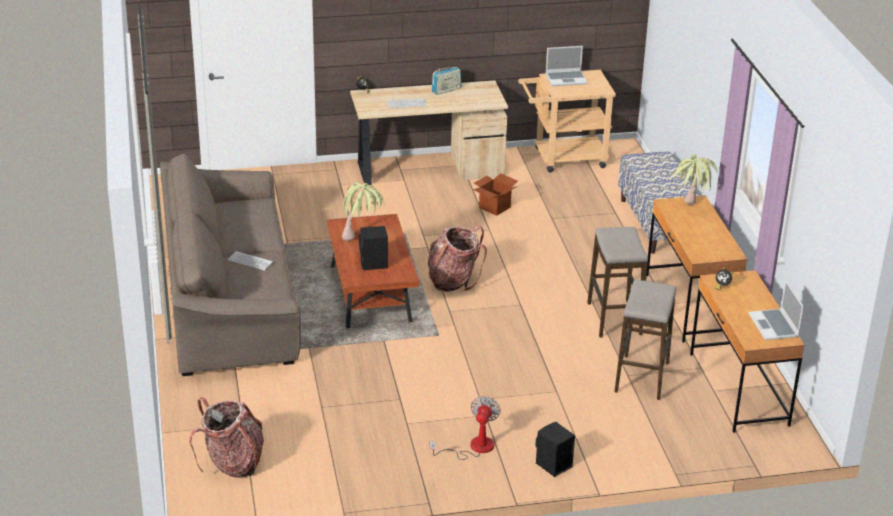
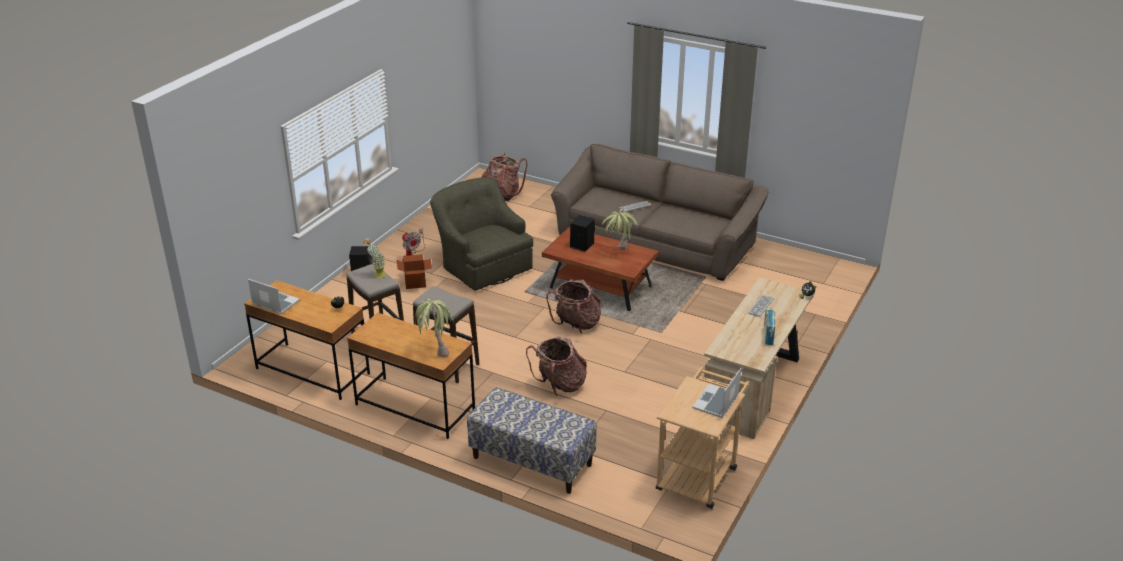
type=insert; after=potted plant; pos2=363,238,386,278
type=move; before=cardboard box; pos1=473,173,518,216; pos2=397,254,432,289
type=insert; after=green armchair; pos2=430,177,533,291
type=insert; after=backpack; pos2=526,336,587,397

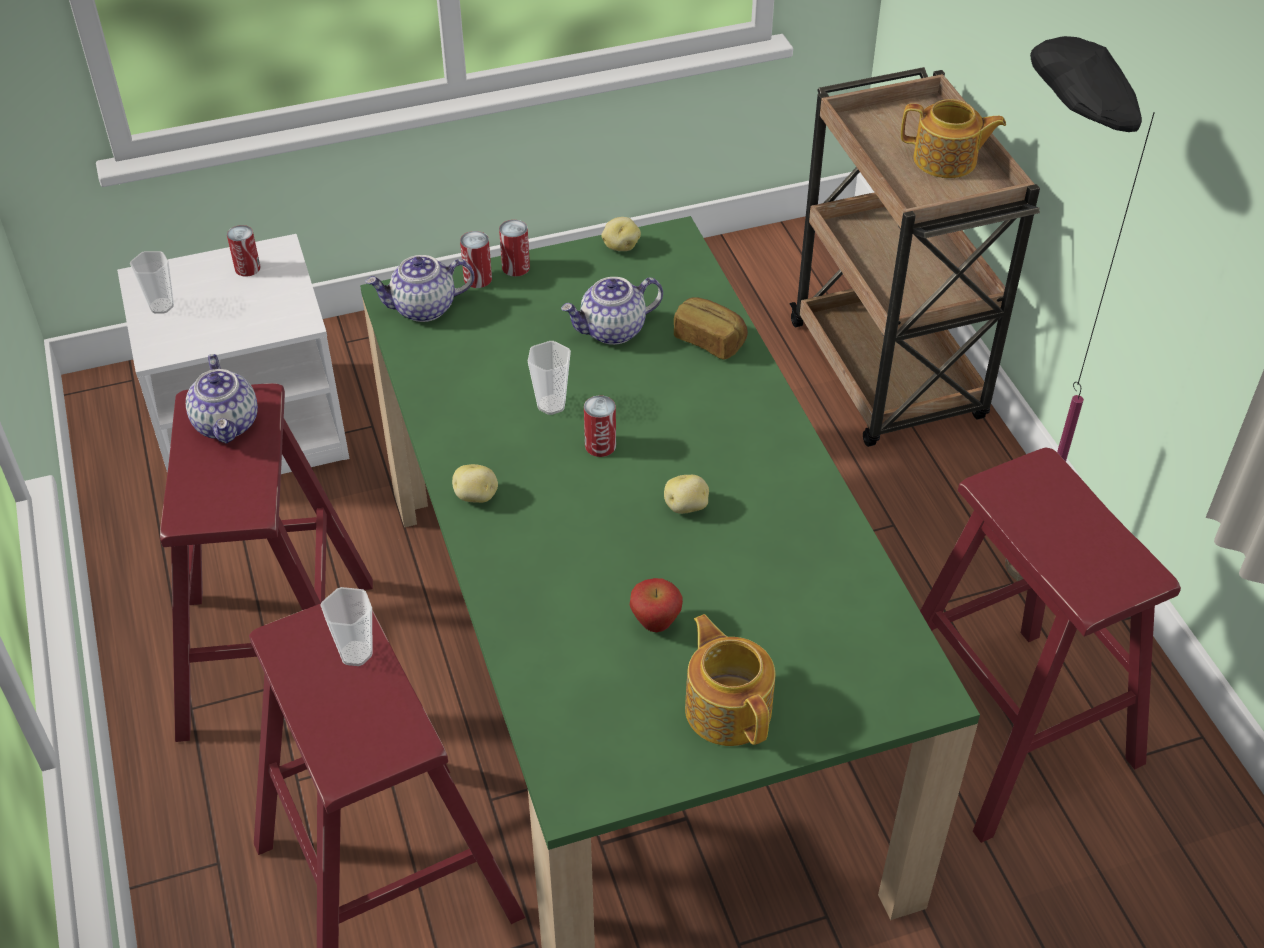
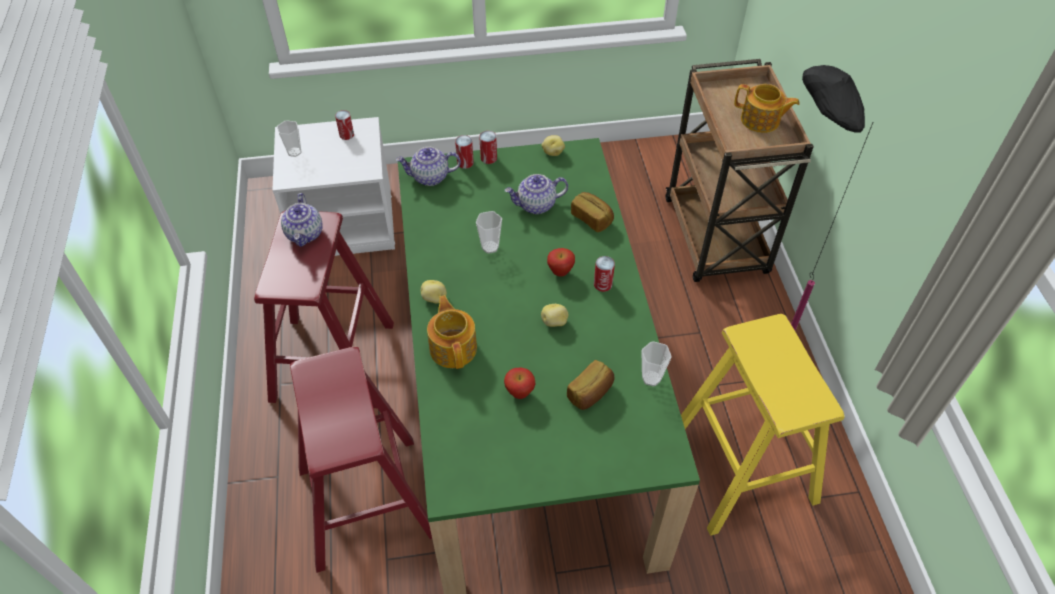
type=move; before=teapot; pos1=685,614,775,746; pos2=427,295,477,369
type=insert; after=apple; pos2=547,248,575,276
type=insert; after=bread; pos2=567,360,614,410
type=move; before=can; pos1=584,395,616,457; pos2=594,256,615,292
type=move; before=cup; pos1=320,587,373,666; pos2=642,341,672,386
type=recolor; before=red stool; after=yellow stool; pos1=920,448,1181,843; pos2=681,314,845,536

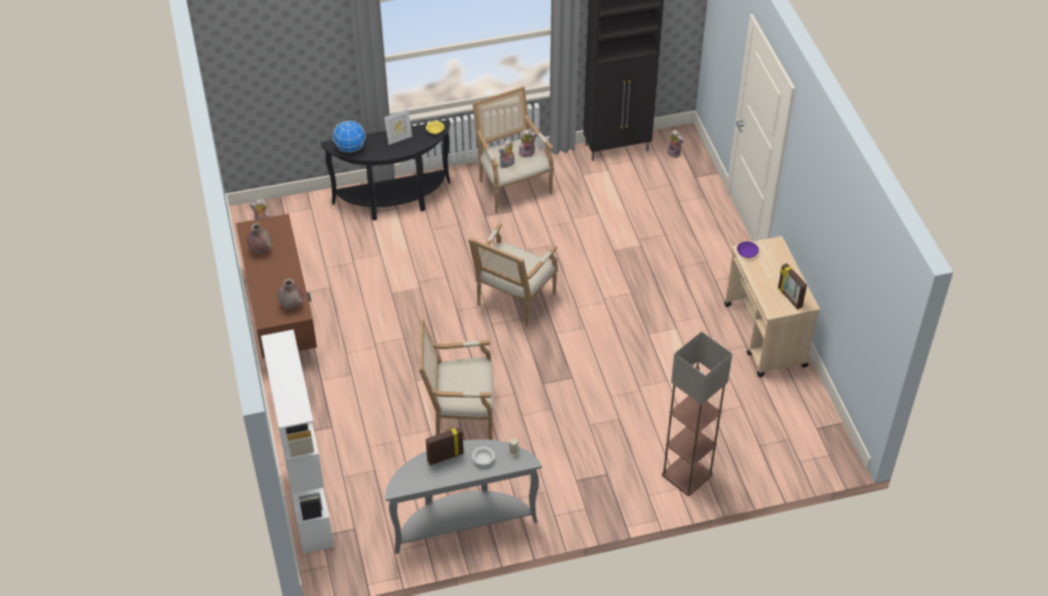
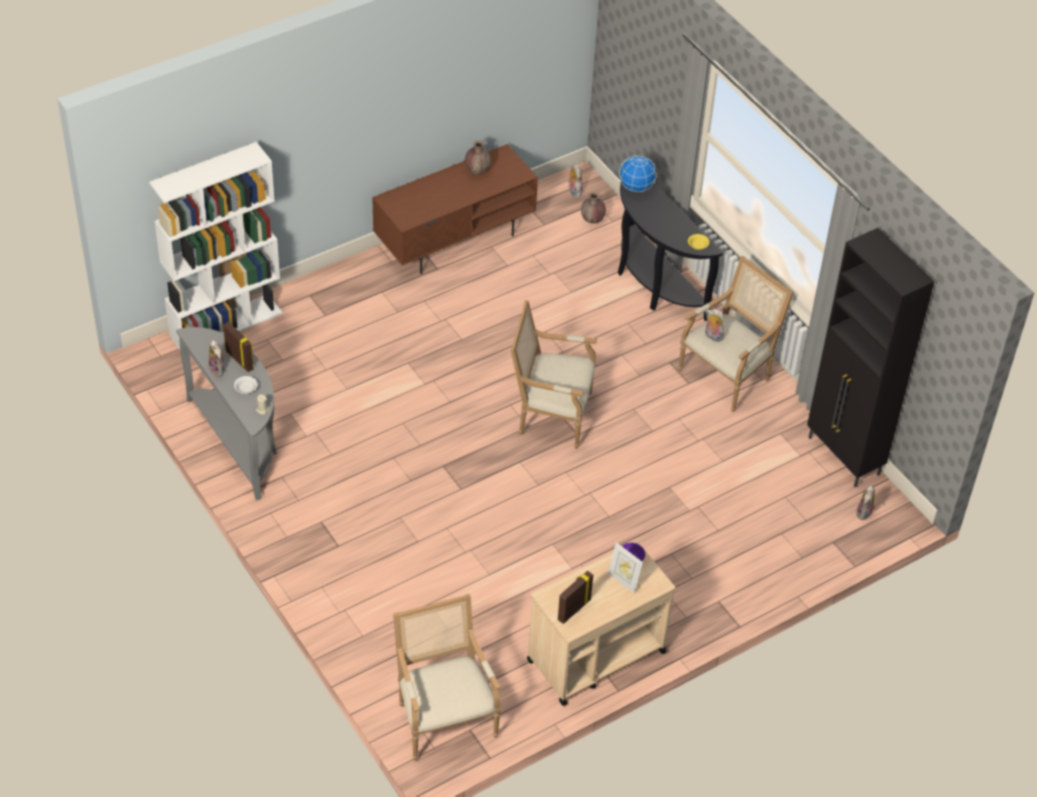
type=move; before=plush toy; pos1=519,130,538,158; pos2=208,340,226,377
type=move; before=armchair; pos1=419,319,493,440; pos2=393,594,501,761
type=move; before=brown vase; pos1=278,278,303,309; pos2=581,192,606,224
type=move; before=picture frame; pos1=384,109,412,145; pos2=608,542,643,593
type=delete; before=floor lamp; pos1=662,331,733,496

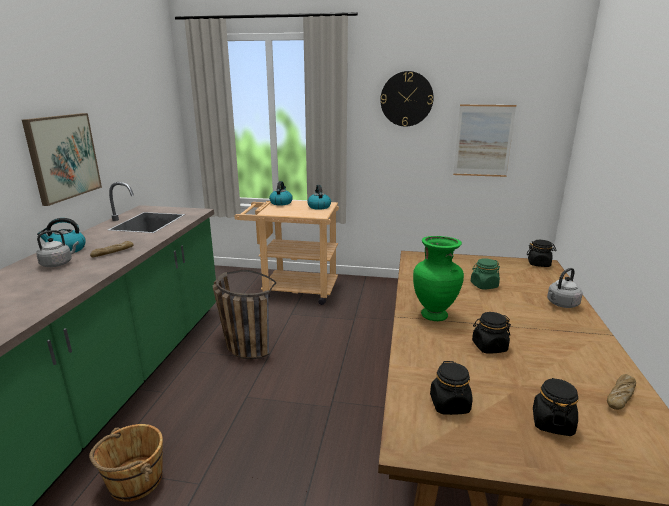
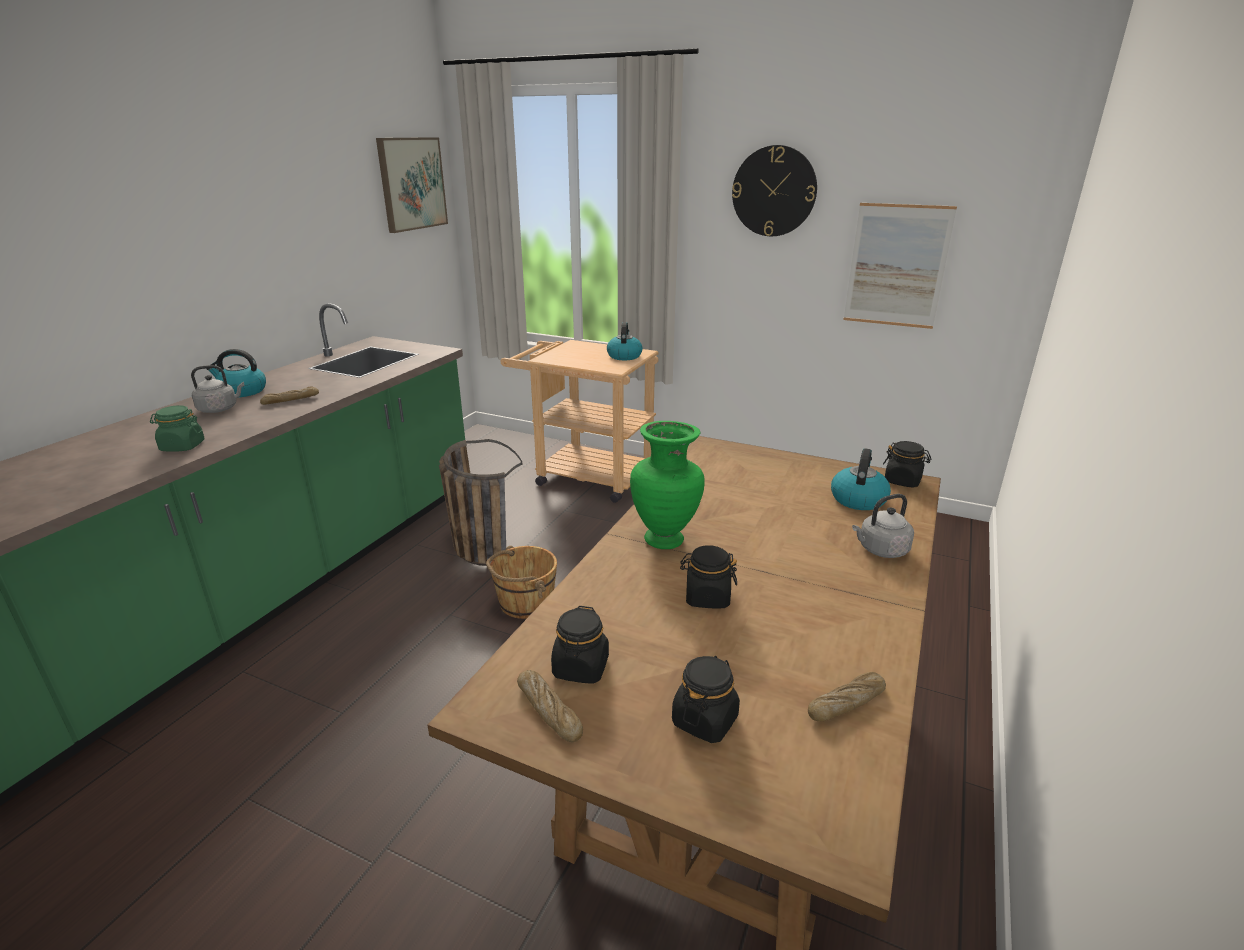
type=move; before=green jar; pos1=470,258,500,290; pos2=150,405,205,452
type=move; before=picture; pos1=22,113,102,206; pos2=376,137,448,233
type=move; before=brown bucket; pos1=89,424,163,502; pos2=486,546,557,619
type=insert; after=bread; pos2=517,670,583,742
type=move; before=kettle; pos1=269,181,293,206; pos2=831,448,891,510

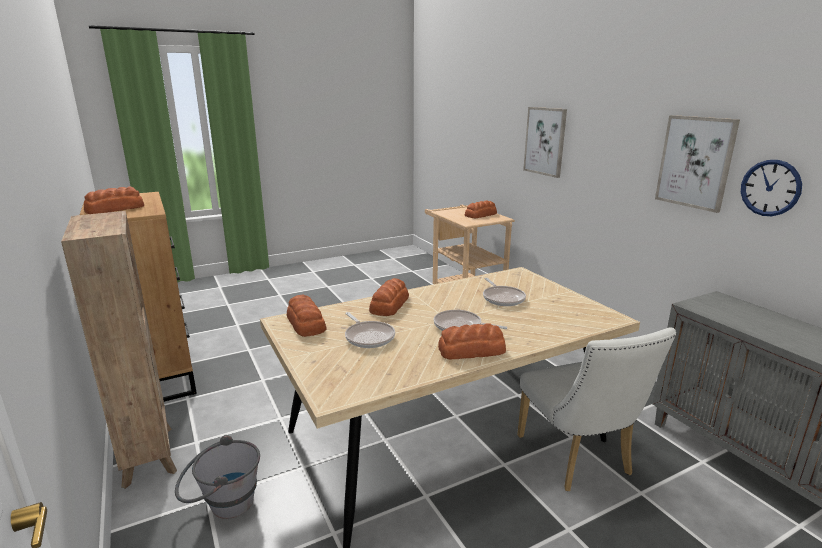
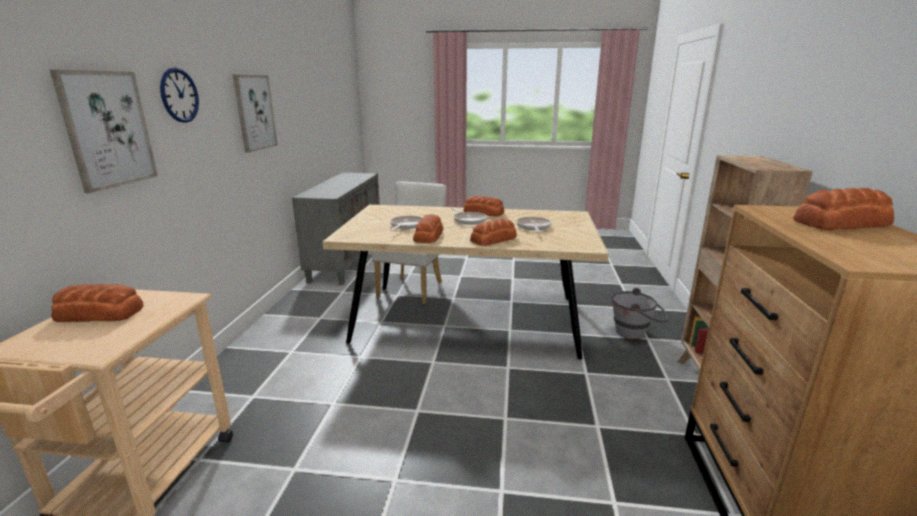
type=move; before=wall clock; pos1=741,160,802,216; pos2=160,67,199,123
type=move; before=bread; pos1=287,295,327,337; pos2=413,214,443,243

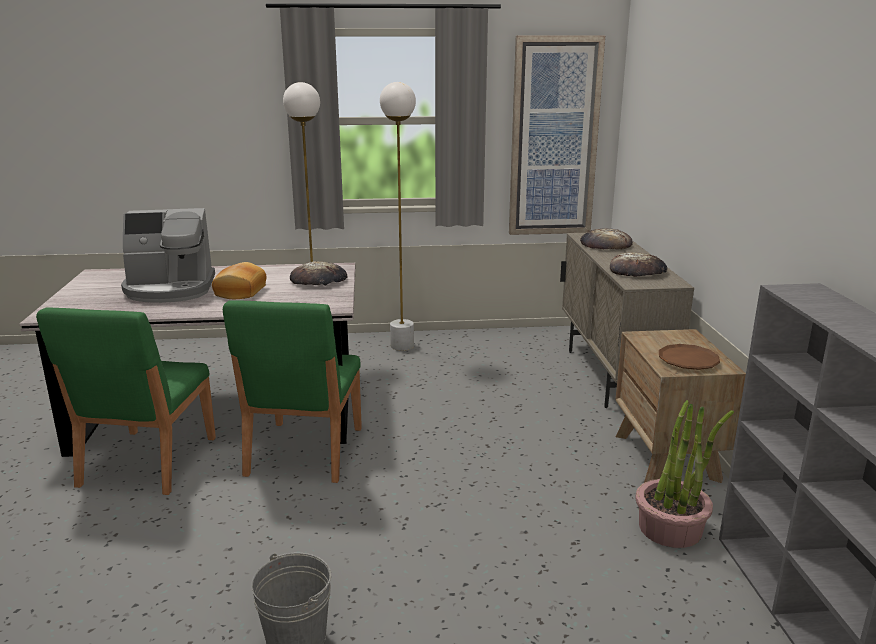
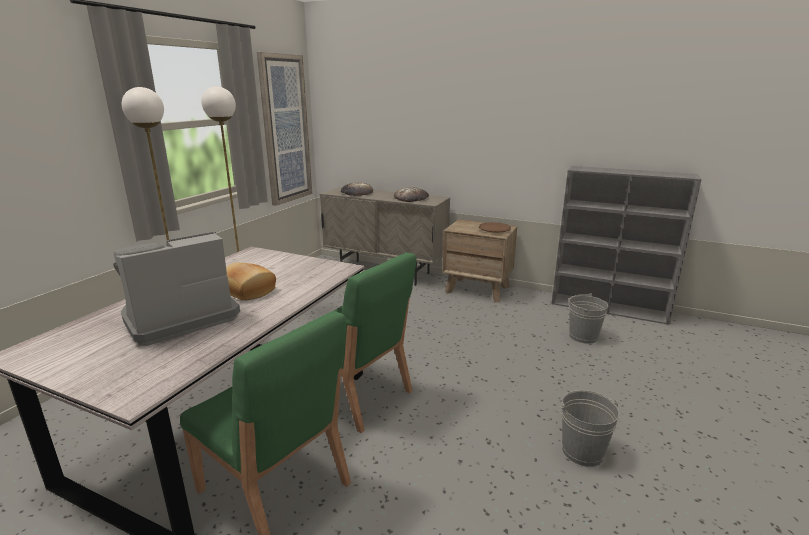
type=rotate; before=coffee machine; pos1=121,208,215,303; pos2=113,232,240,346; turn=-150
type=insert; after=grey bucket; pos2=569,293,608,344
type=delete; before=bread; pos1=290,261,347,286
type=delete; before=potted plant; pos1=635,400,734,548

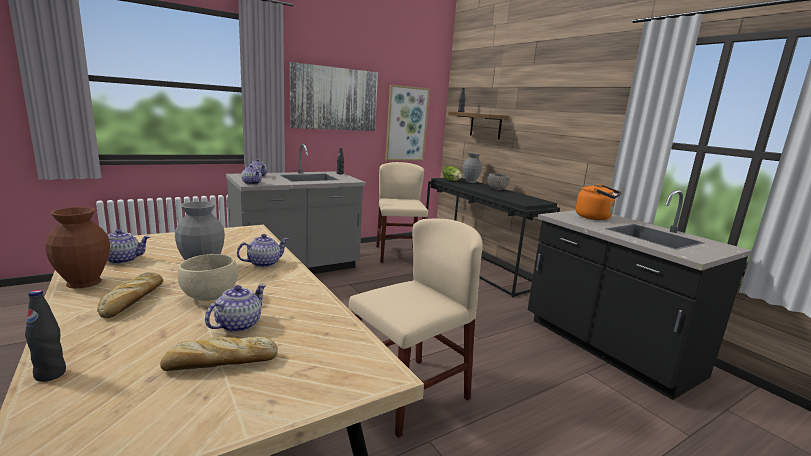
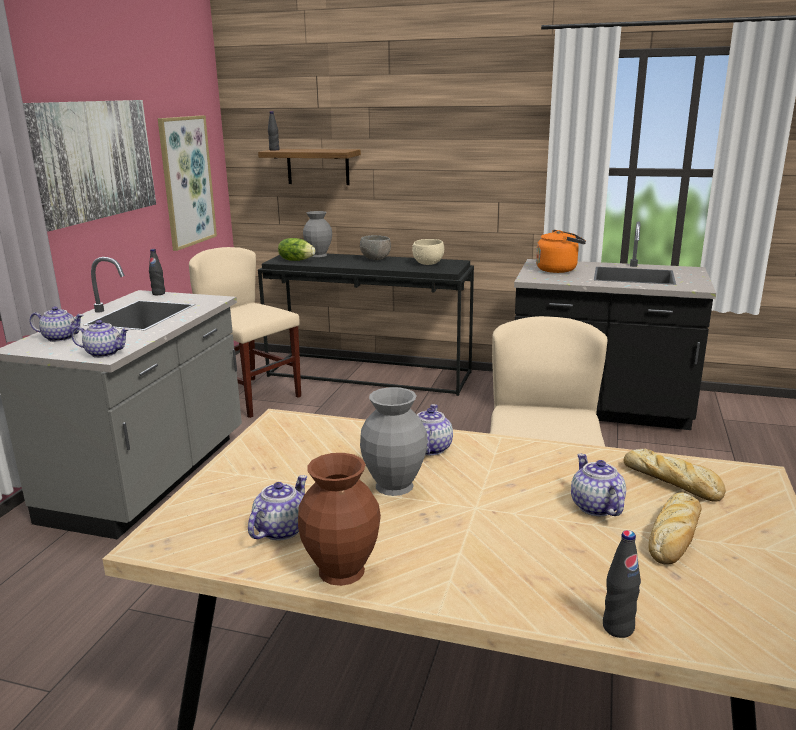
type=move; before=beige bowl; pos1=178,254,238,301; pos2=412,239,444,265
type=move; before=bread; pos1=97,272,163,318; pos2=624,448,726,502

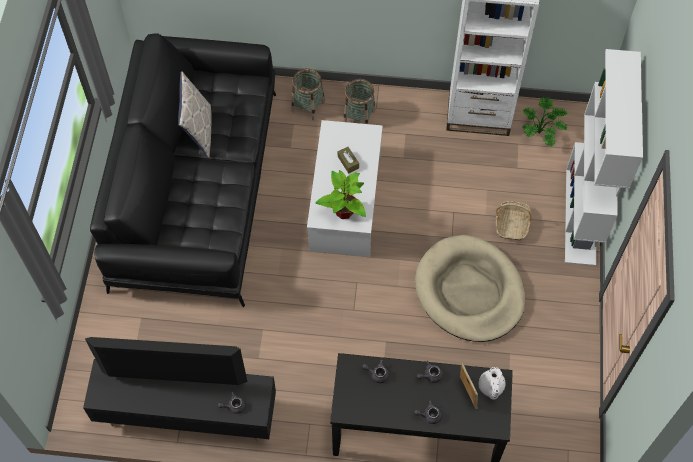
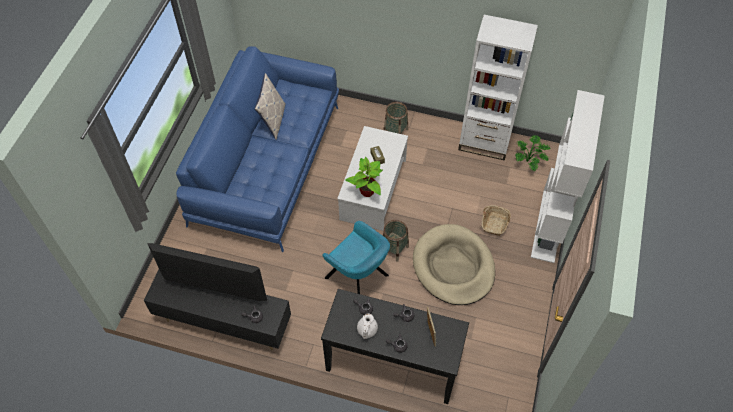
type=recolor; before=black sofa; after=blue sofa; pos1=90,34,276,307; pos2=176,46,339,252
type=insert; after=turquoise armchair; pos2=322,221,390,294
type=move; before=white teapot; pos1=479,367,505,400; pos2=357,313,378,339
type=move; before=basket; pos1=292,68,325,120; pos2=383,220,409,262

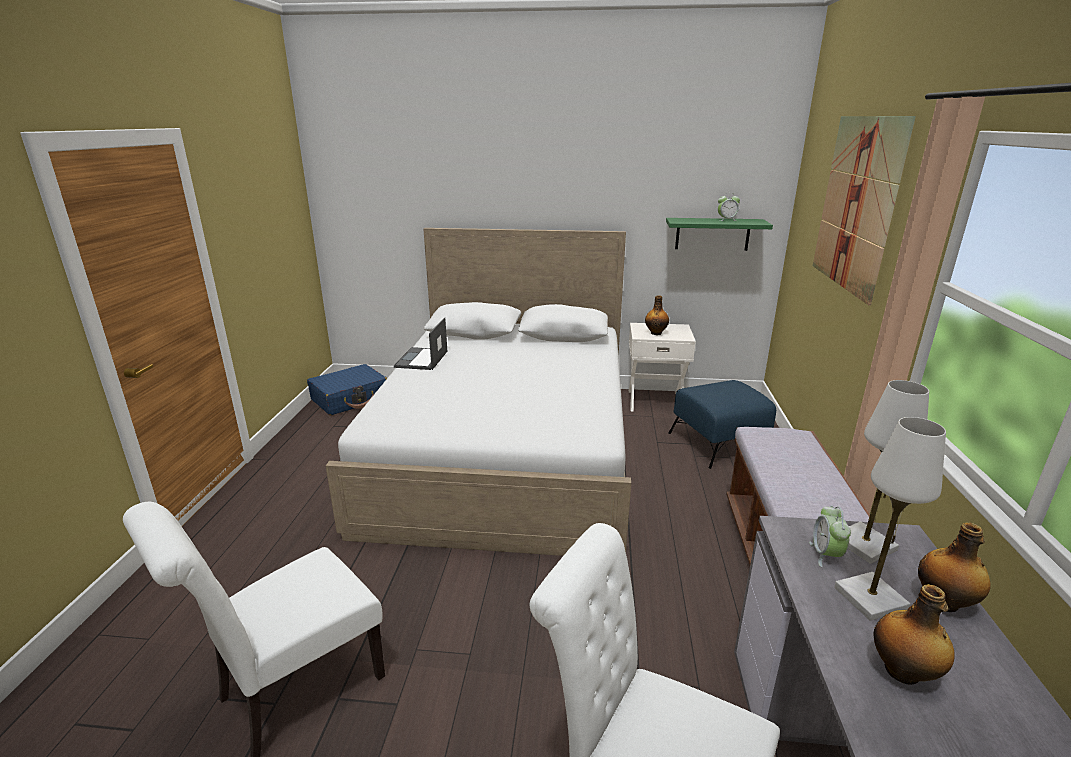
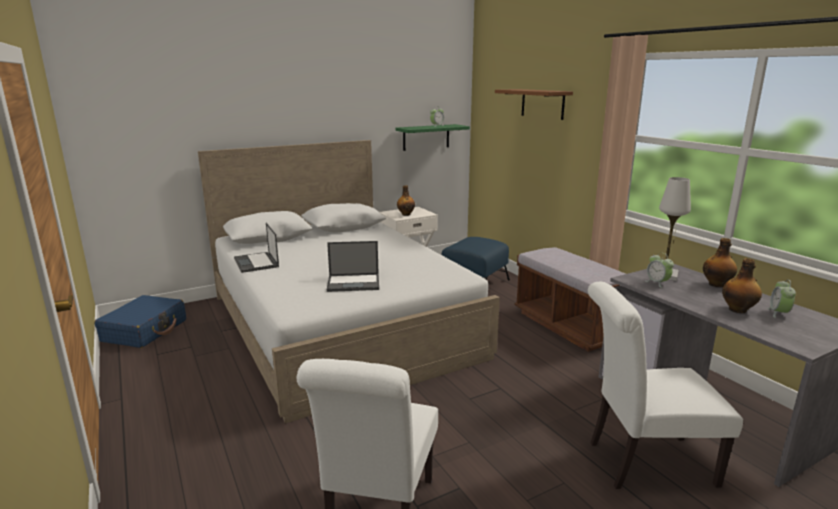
type=insert; after=laptop; pos2=327,241,379,292
type=replace; before=picture; after=brown shelf; pos1=813,116,916,305; pos2=495,89,573,120
type=insert; after=alarm clock; pos2=767,279,796,318
type=delete; before=white table lamp; pos1=834,417,946,621

